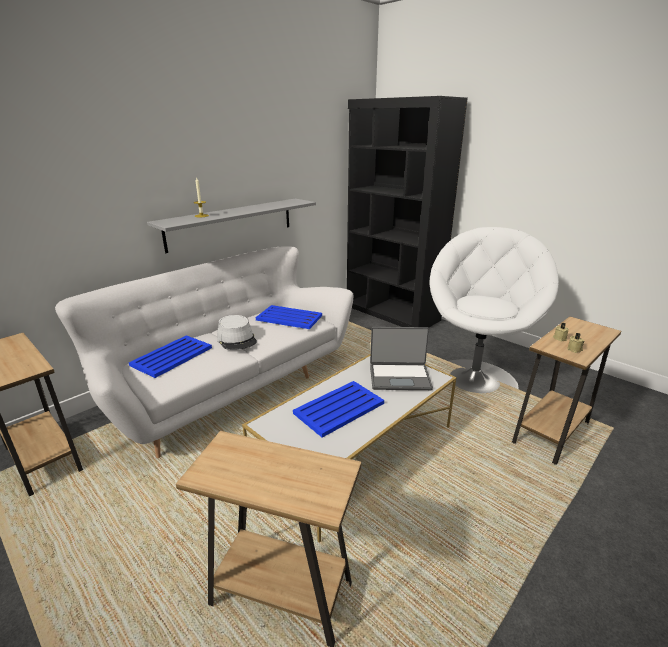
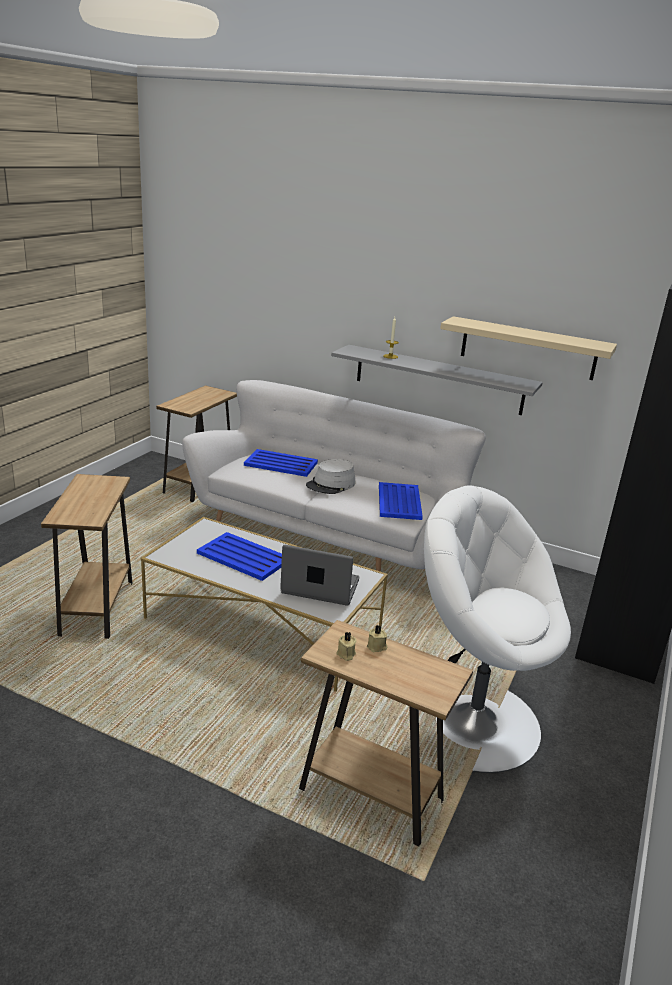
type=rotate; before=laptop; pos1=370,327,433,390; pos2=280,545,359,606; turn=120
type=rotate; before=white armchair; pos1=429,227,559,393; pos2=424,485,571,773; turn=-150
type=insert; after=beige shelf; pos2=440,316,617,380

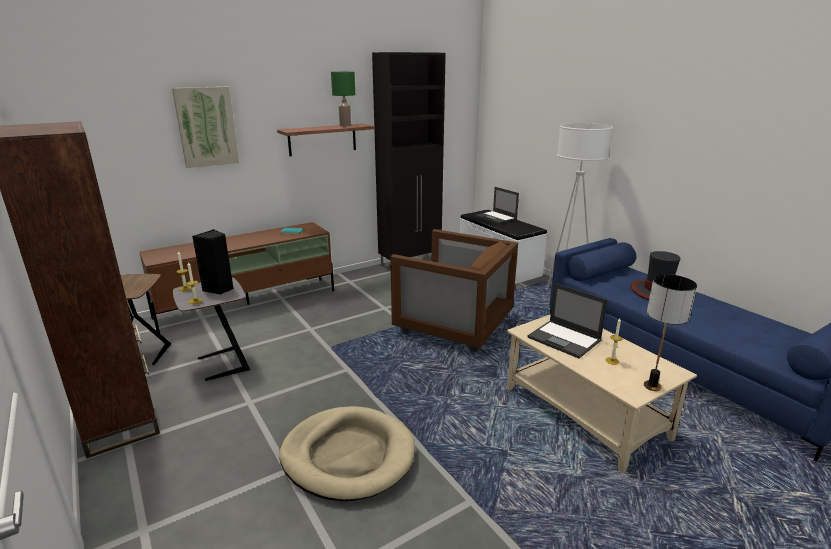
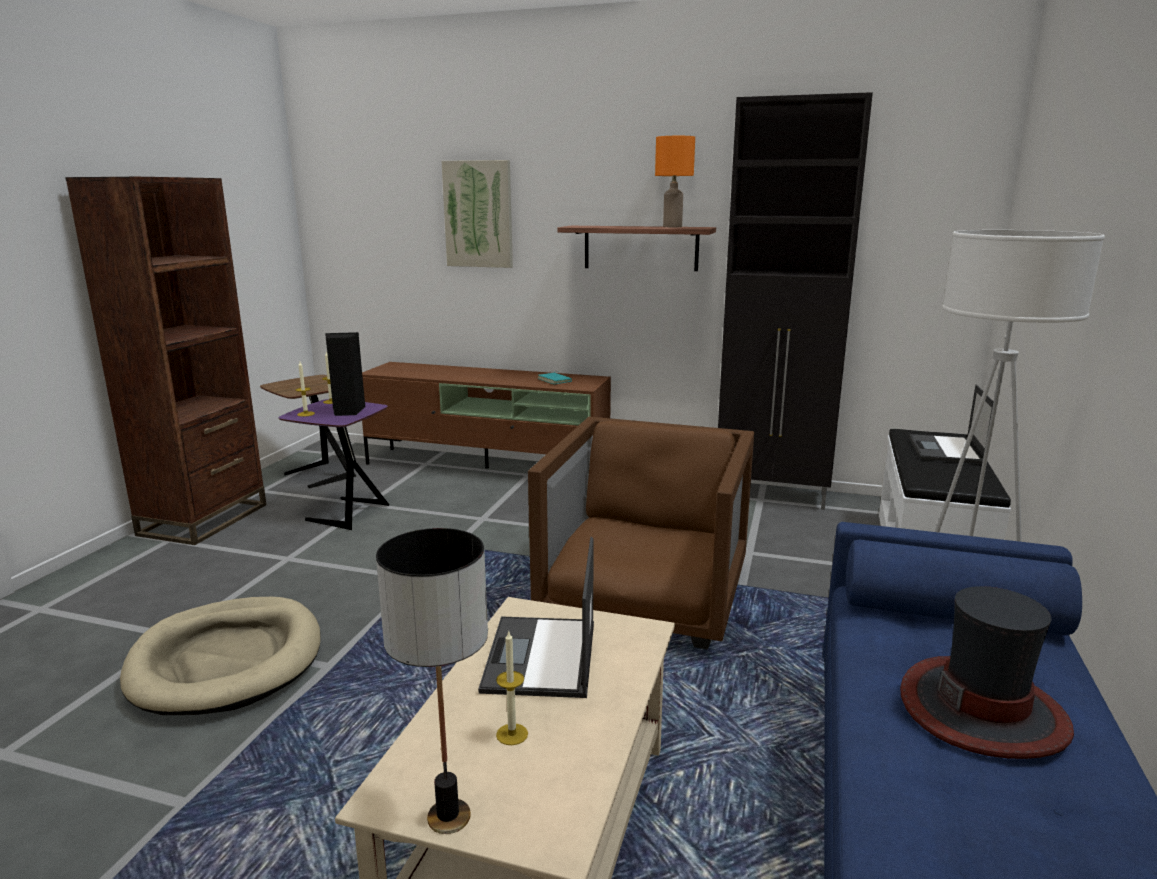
type=recolor; before=grey side table; after=purple side table; pos1=173,277,250,381; pos2=279,399,390,530
type=rotate; before=brown armchair; pos1=390,229,518,352; pos2=528,417,754,649; turn=-150
type=recolor; before=green table lamp; after=orange table lamp; pos1=331,72,355,126; pos2=655,136,695,227

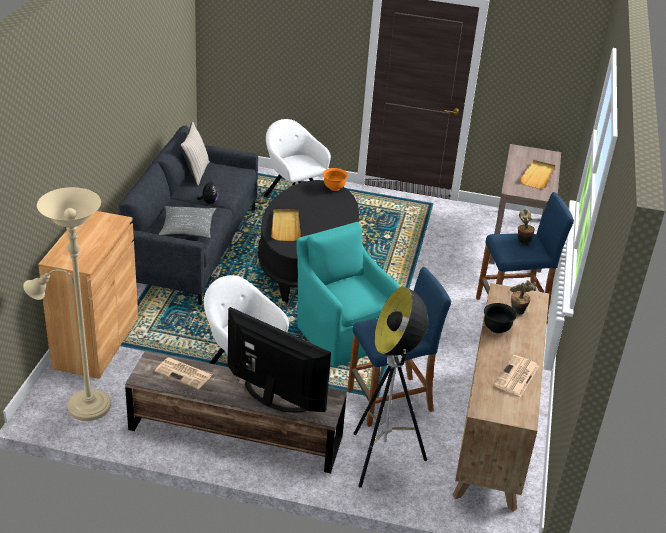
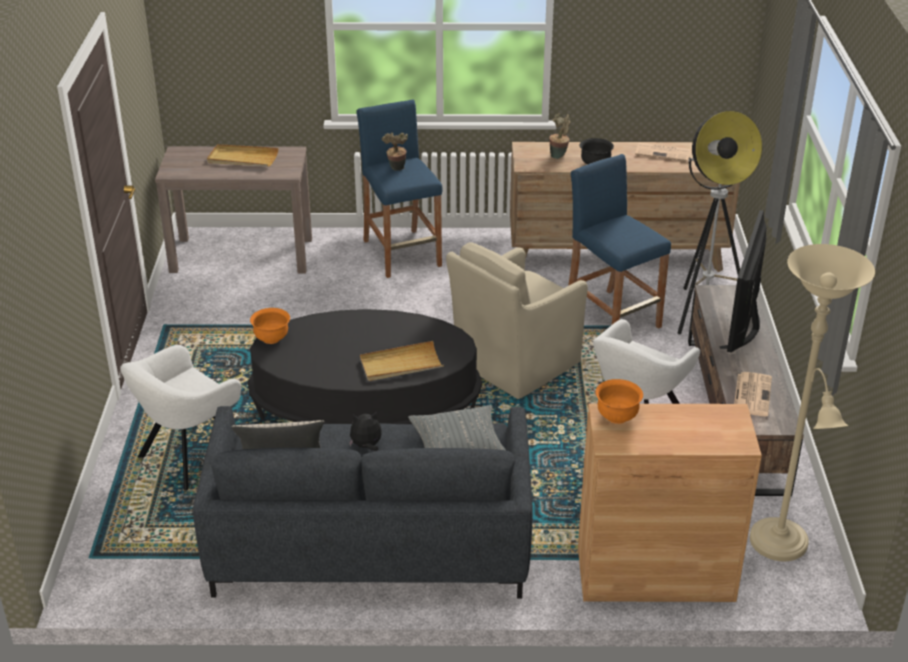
type=recolor; before=turquoise armchair; after=beige armchair; pos1=296,222,400,367; pos2=446,242,588,399
type=insert; after=orange bowl; pos2=596,379,643,424

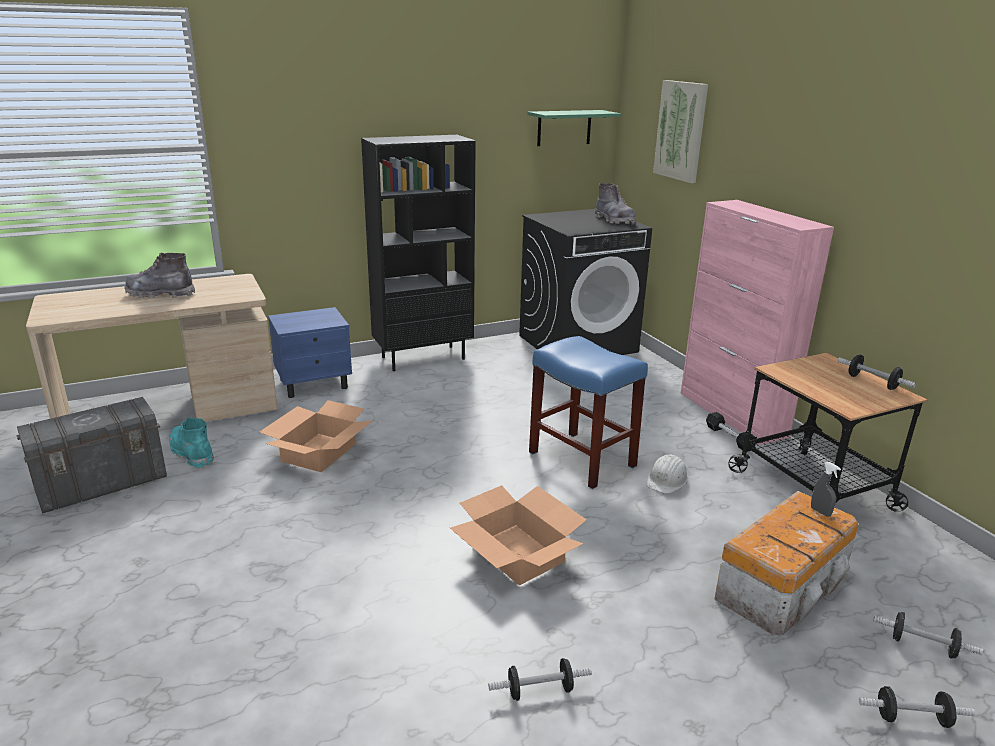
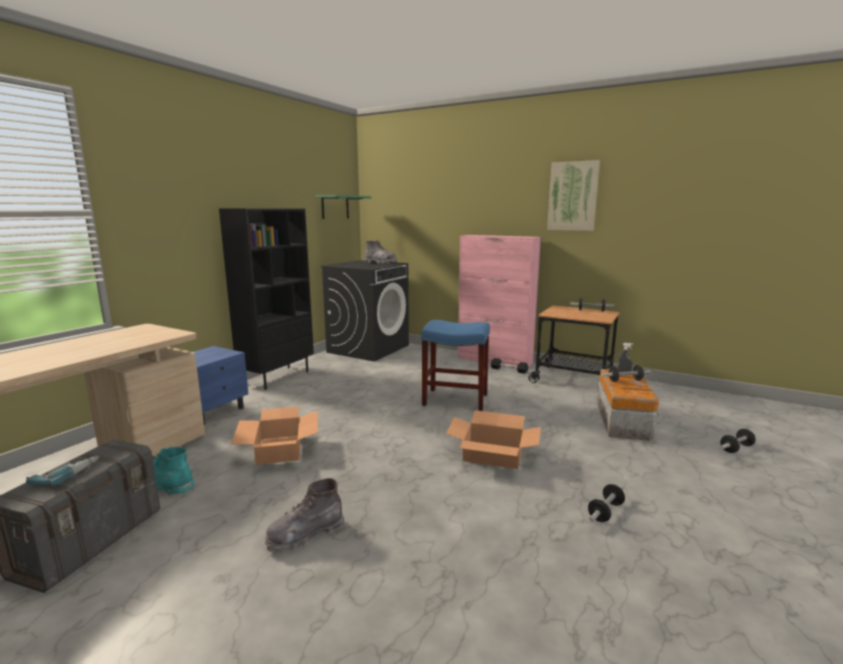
type=insert; after=power drill; pos2=26,456,99,486
type=move; before=grey boot; pos1=124,253,195,299; pos2=265,478,344,553
type=move; before=picture; pos1=653,80,708,183; pos2=547,160,600,231
type=move; before=dumbbell; pos1=873,612,983,659; pos2=601,365,651,382
type=delete; before=white hard hat; pos1=647,454,688,494

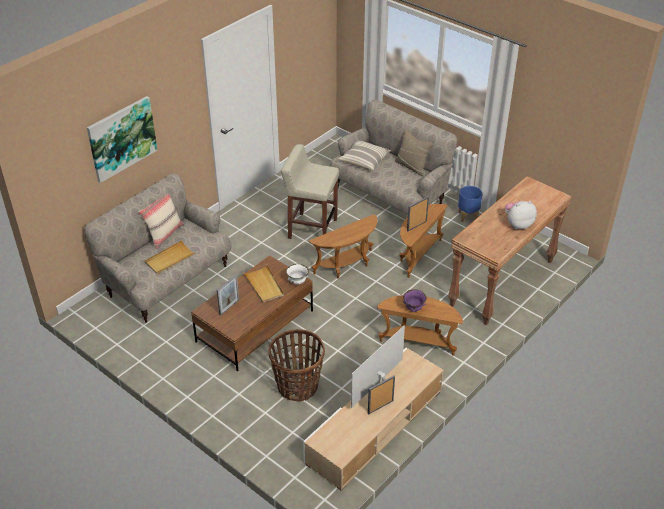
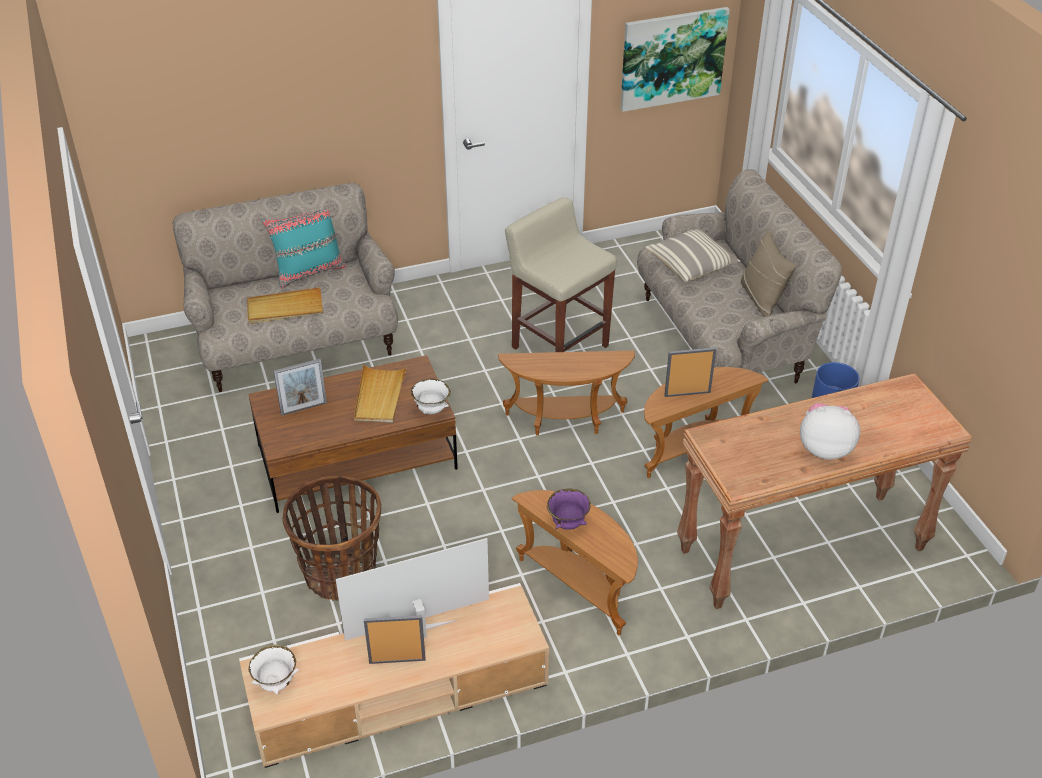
type=insert; after=white bowl; pos2=249,644,299,694
type=recolor; before=beige pillow; after=turquoise pillow; pos1=138,193,184,249; pos2=262,209,347,289
type=move; before=picture; pos1=87,96,157,183; pos2=620,7,730,112

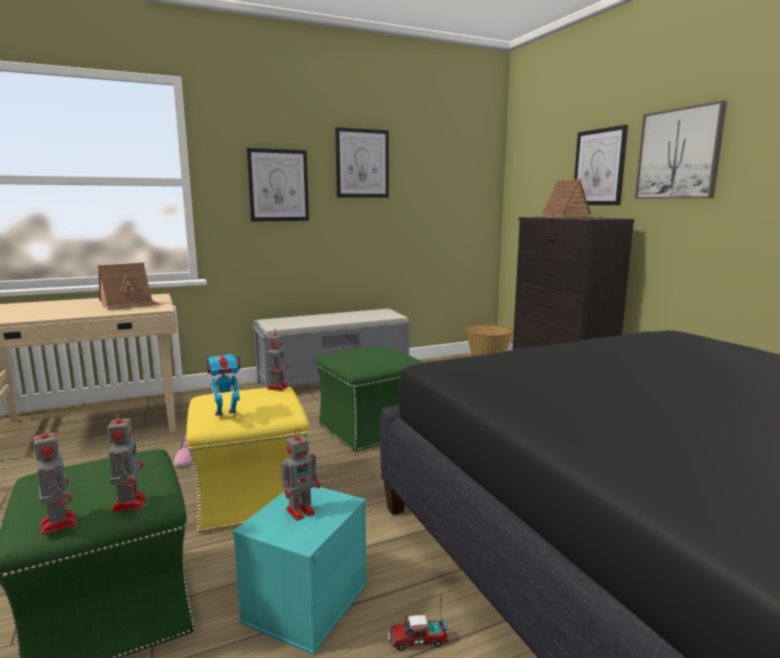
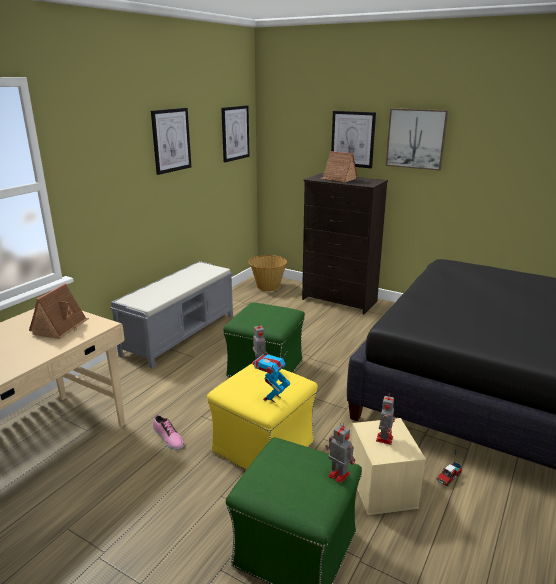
type=move; before=picture; pos1=247,148,309,222; pos2=221,105,250,162
type=recolor; before=turquoise storage box; after=beige storage box; pos1=232,487,367,655; pos2=351,418,426,515
type=delete; before=toy robot; pos1=34,424,77,535

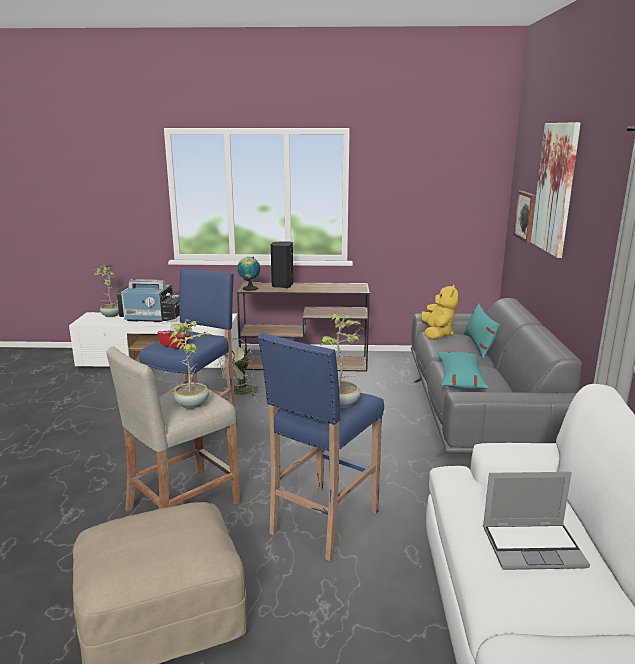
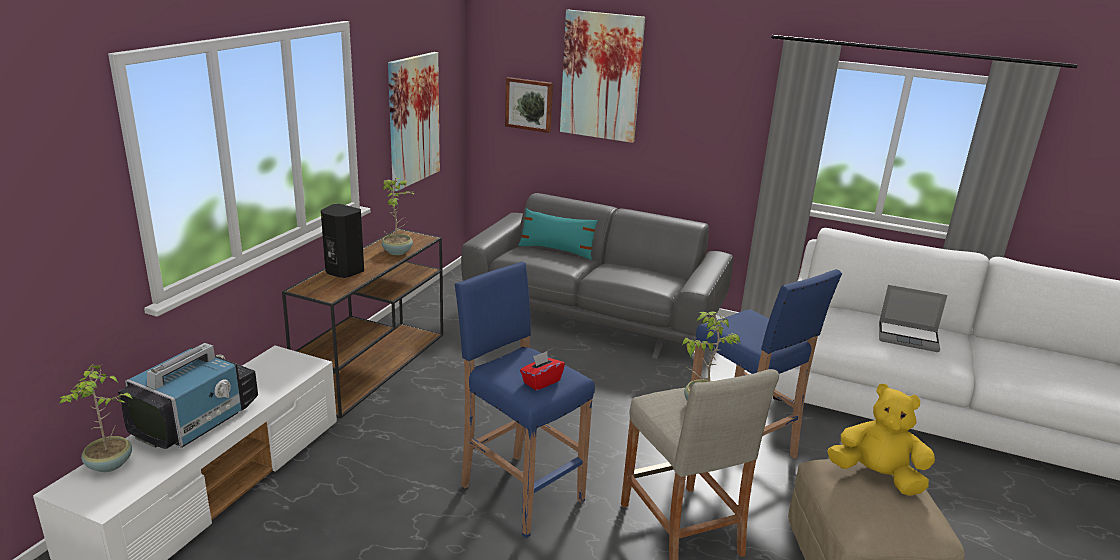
type=move; before=potted plant; pos1=320,314,365,408; pos2=381,178,415,255
type=insert; after=picture; pos2=388,52,440,191
type=move; before=yellow plush toy; pos1=421,284,458,340; pos2=827,384,935,496
type=rotate; before=laptop; pos1=483,472,590,570; pos2=879,285,947,352; turn=90
type=delete; before=green fan; pos1=214,338,259,396
type=delete; before=globe; pos1=237,257,260,291
type=delete; before=turquoise pillow; pos1=437,352,489,389

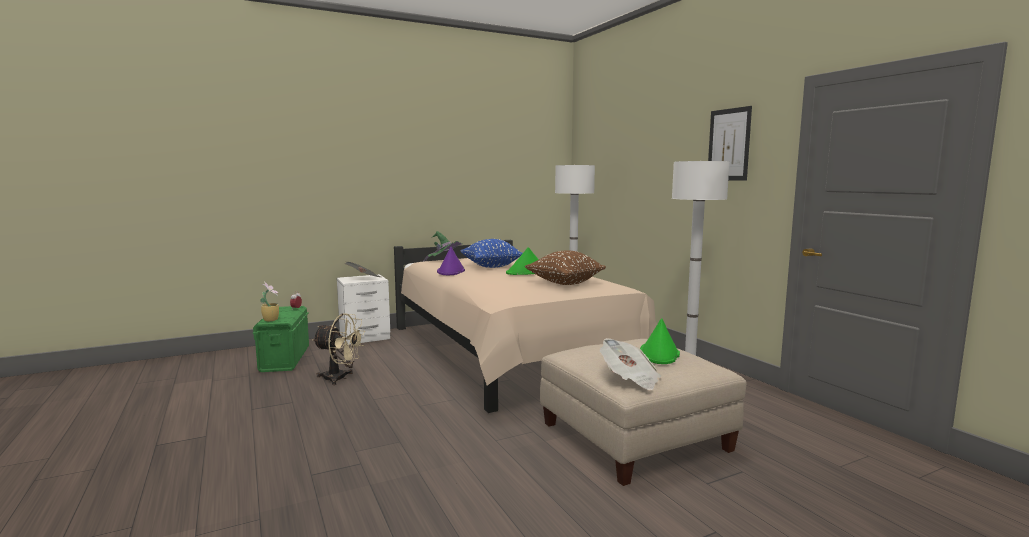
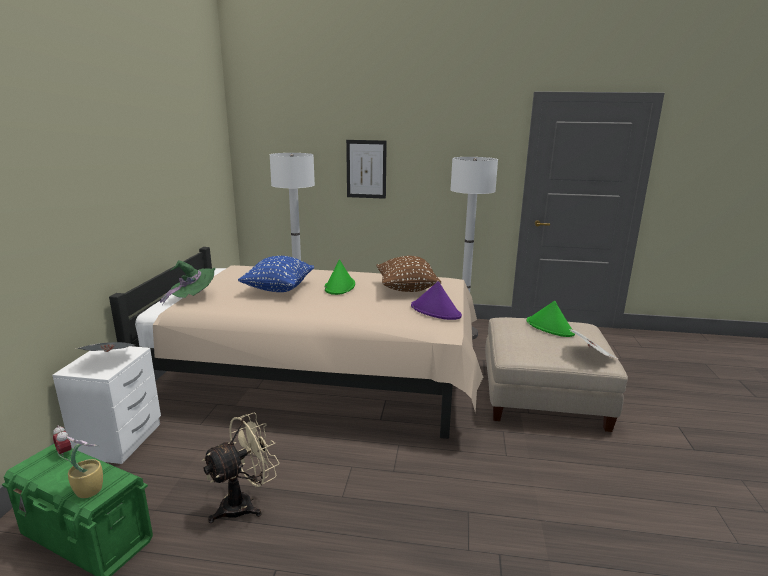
type=move; before=picture; pos1=708,106,752,181; pos2=346,140,387,199
type=move; before=purple hat; pos1=437,247,465,275; pos2=411,281,462,320

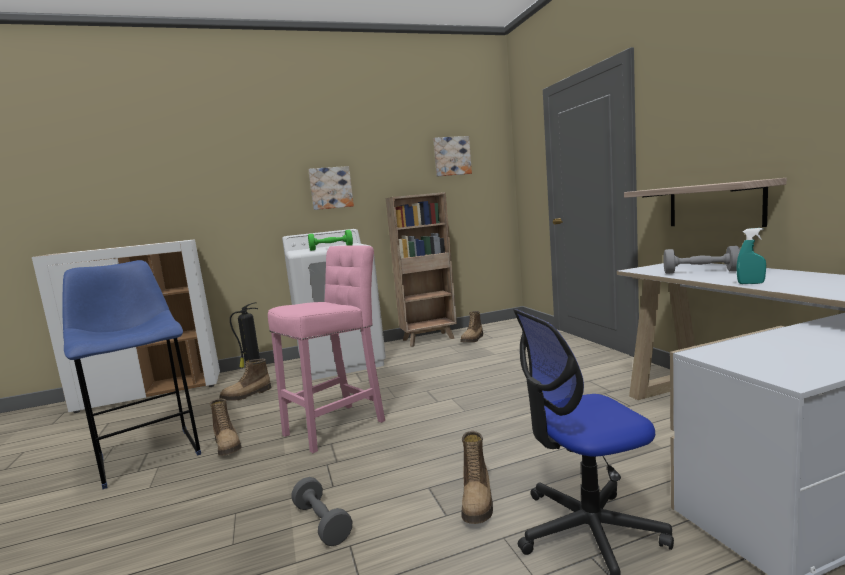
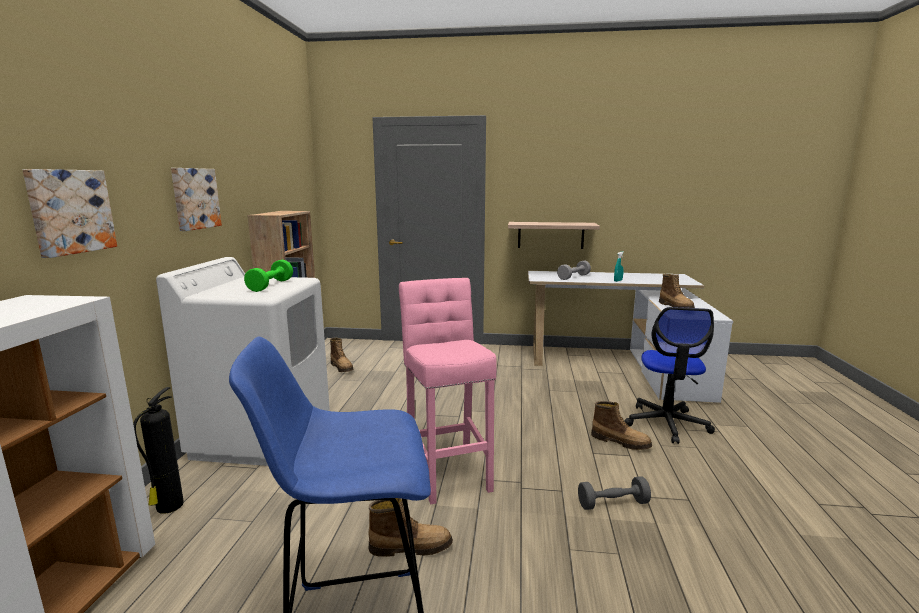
type=move; before=picture; pos1=433,136,472,177; pos2=22,169,117,258
type=move; before=boot; pos1=219,359,271,401; pos2=659,274,695,308

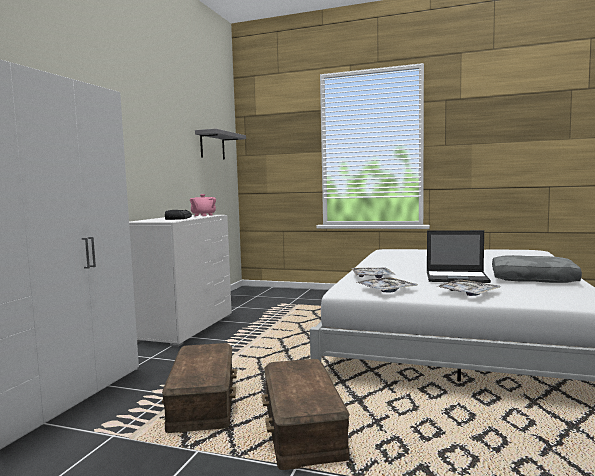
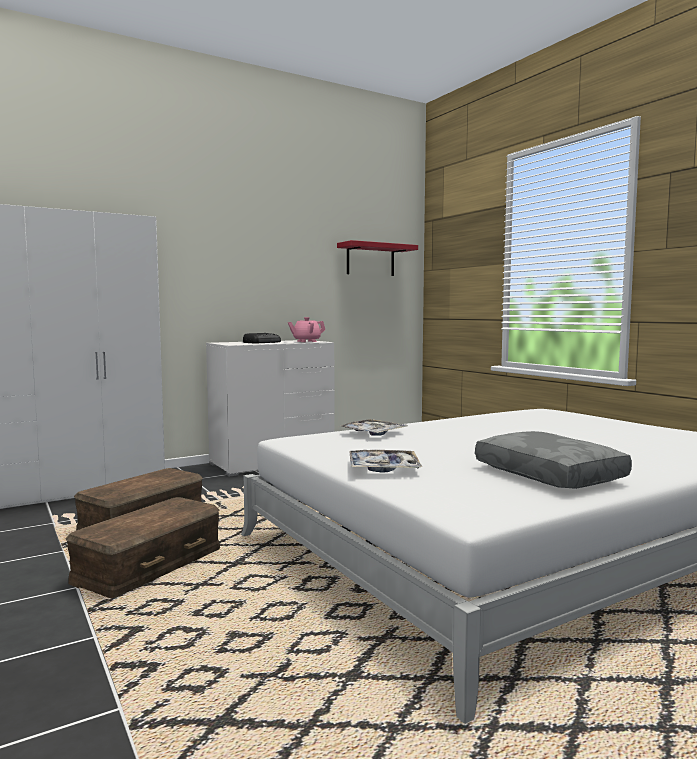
type=recolor; before=grey shelf; after=red shelf; pos1=195,129,246,160; pos2=337,240,418,276
type=delete; before=tray; pos1=357,277,418,292
type=delete; before=laptop; pos1=427,230,491,283

